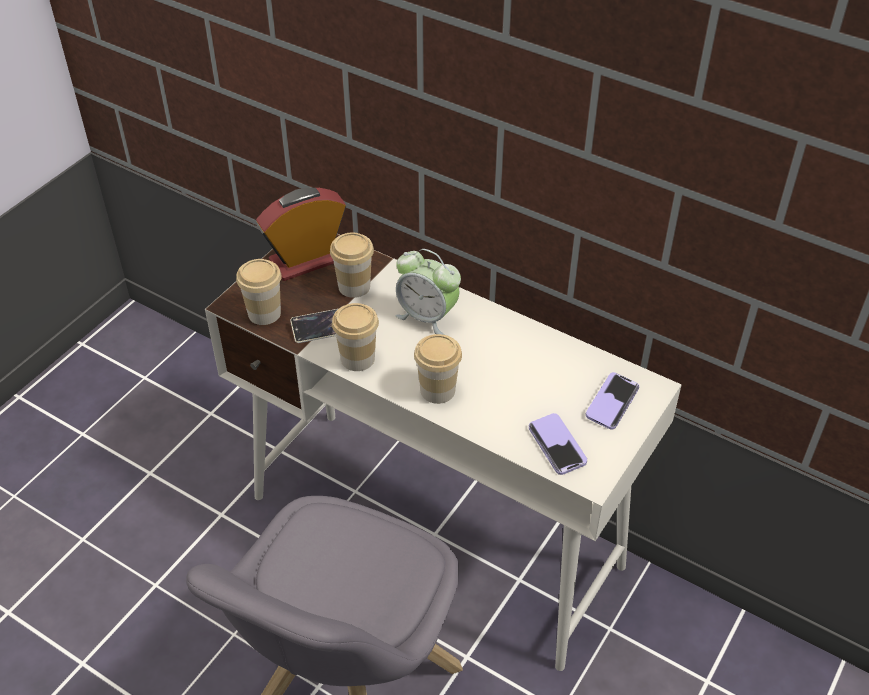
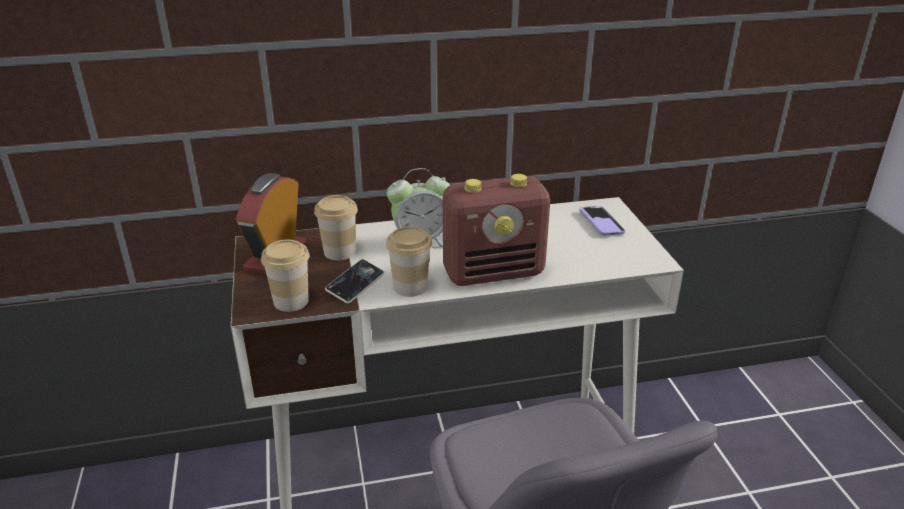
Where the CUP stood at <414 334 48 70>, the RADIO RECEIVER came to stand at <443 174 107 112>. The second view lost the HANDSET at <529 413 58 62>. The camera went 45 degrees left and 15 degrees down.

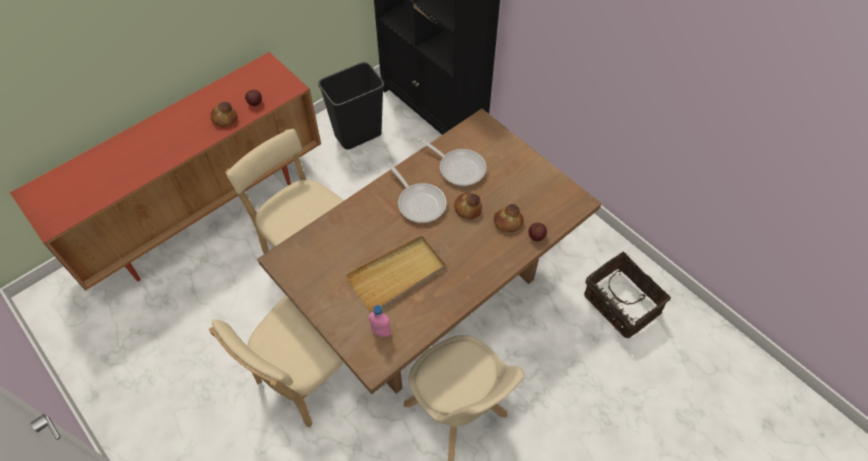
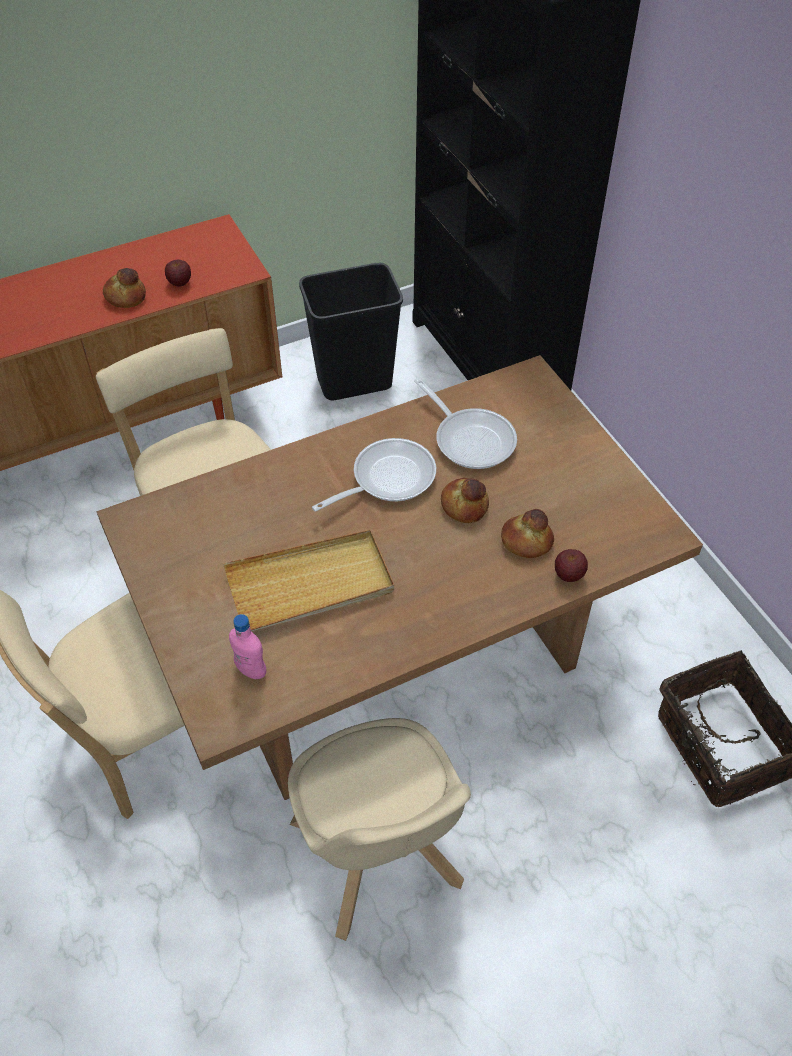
The FRYING PAN at <388 163 59 60> ended up facing another way, 105 degrees counterclockwise from before. The camera went 15 degrees right and 5 degrees down.

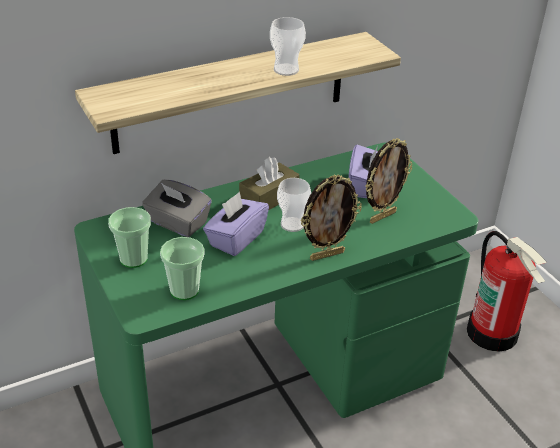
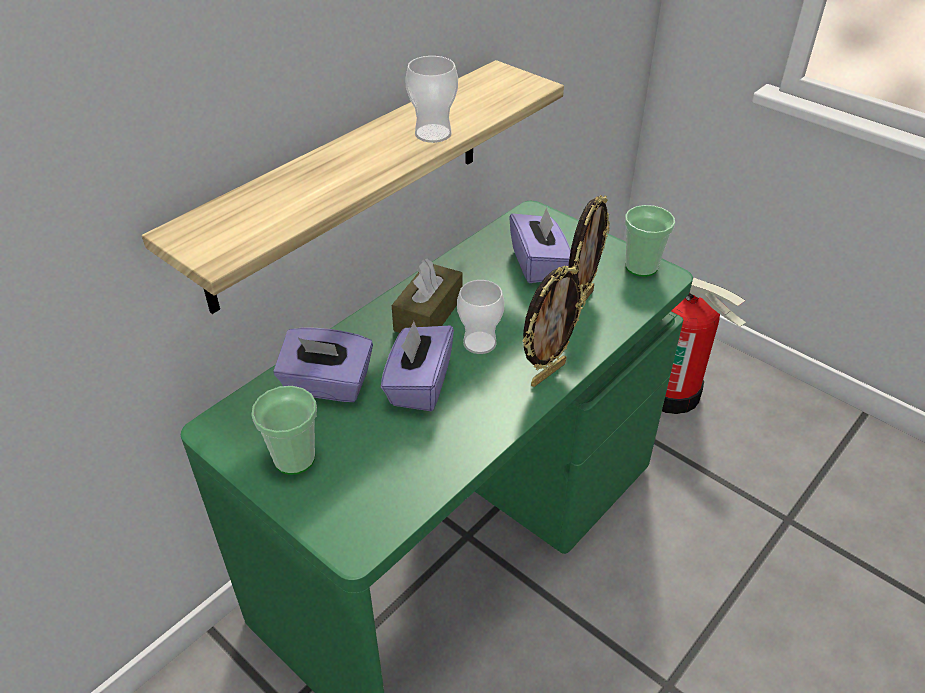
What was the GREYISH TISSUE HOLDER at <142 180 70 57> turned into the PURPLE TISSUE HOLDER at <274 327 99 75>. The CUP ended up elsewhere, having gone from <160 237 45 63> to <625 205 50 72>. The camera went 20 degrees left and 5 degrees up.

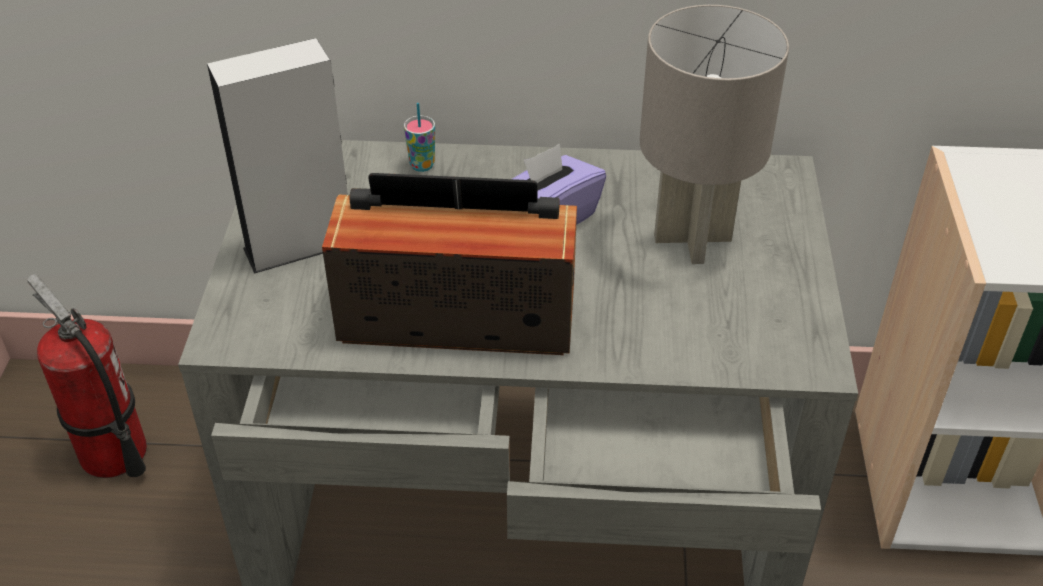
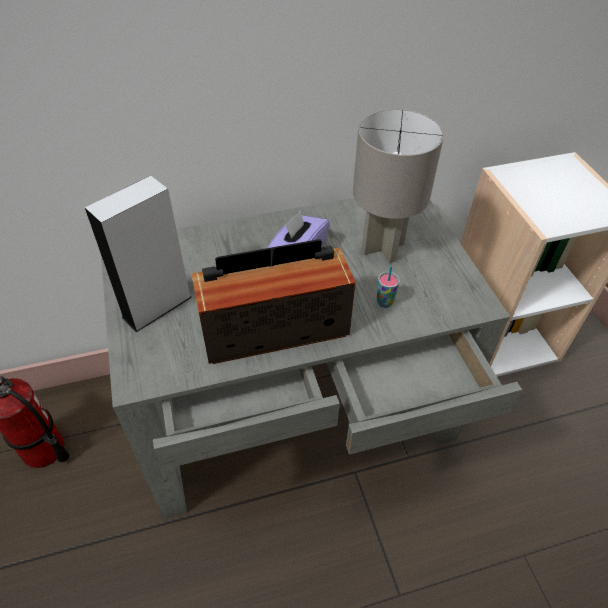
The CUP ended up elsewhere, having gone from <404 103 31 69> to <377 266 23 42>. The camera went 20 degrees left and 5 degrees up.

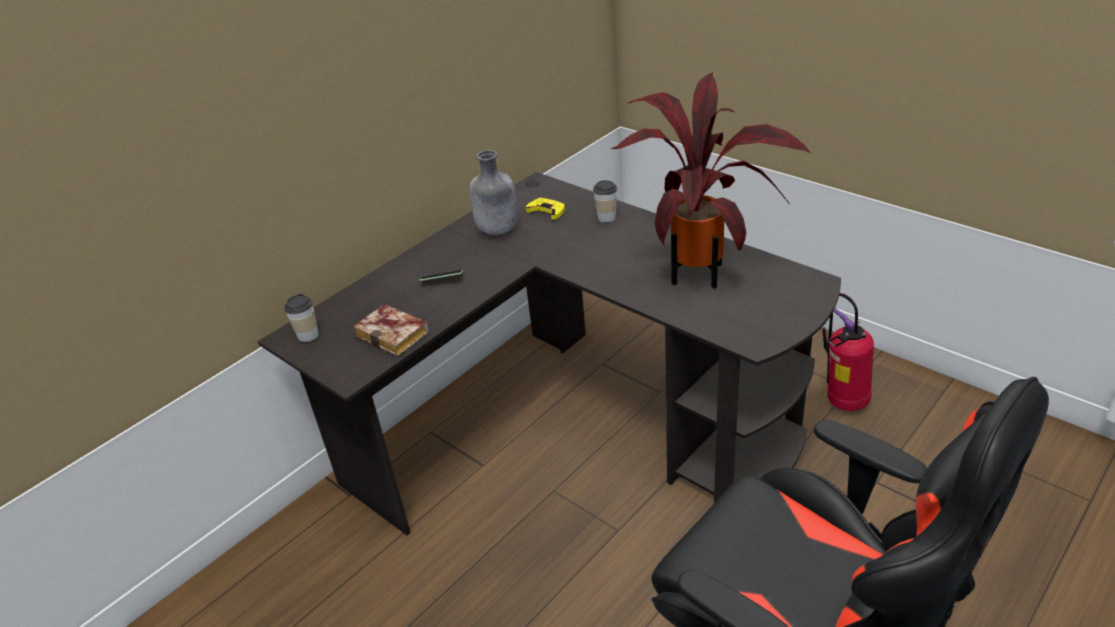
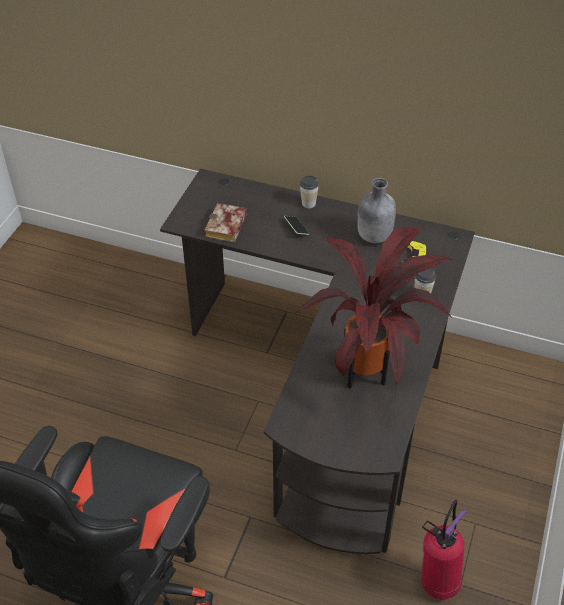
The CUP ended up elsewhere, having gone from <284 294 34 48> to <300 176 19 32>. The camera went 65 degrees right and 10 degrees up.

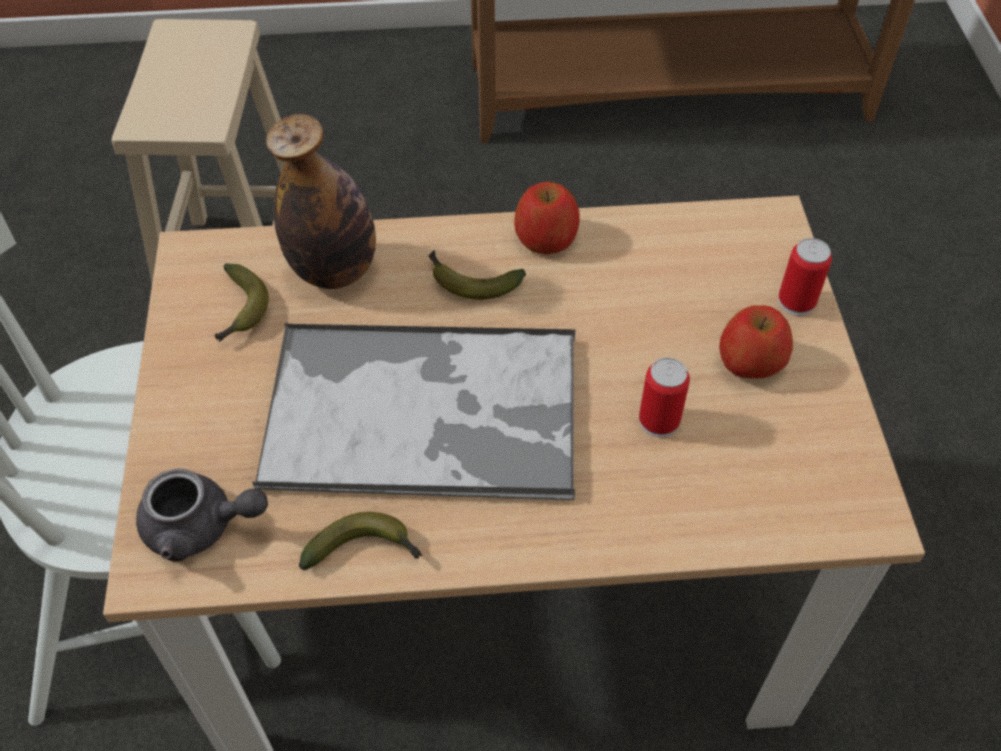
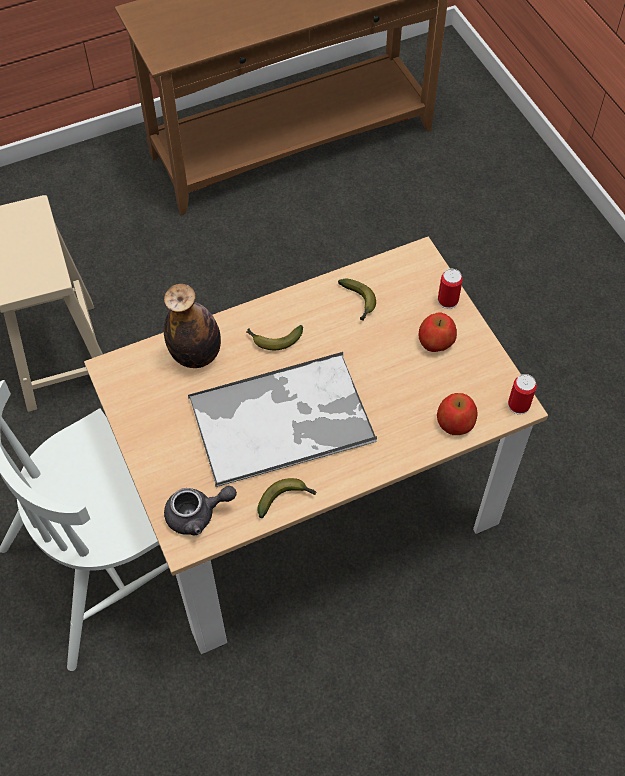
The BANANA FRUIT ended up elsewhere, having gone from <215 263 54 79> to <338 279 38 41>. The APPLE ended up elsewhere, having gone from <514 182 66 72> to <437 393 41 42>. The SEALED CAN ended up elsewhere, having gone from <639 357 51 80> to <508 374 29 41>. The camera went 20 degrees left and 5 degrees up.

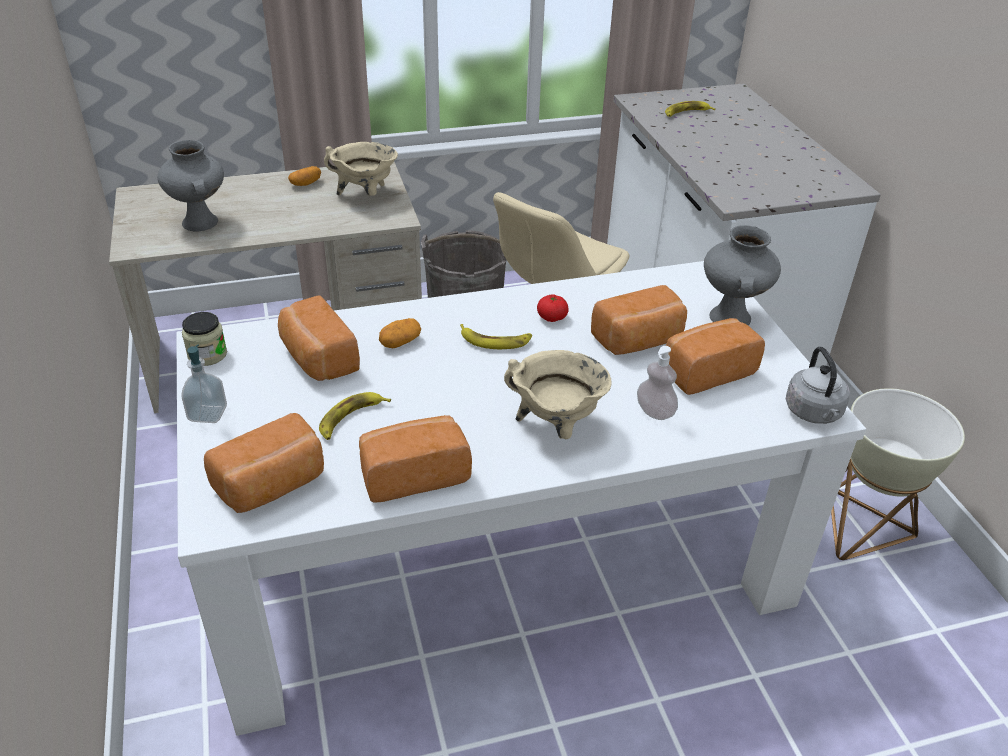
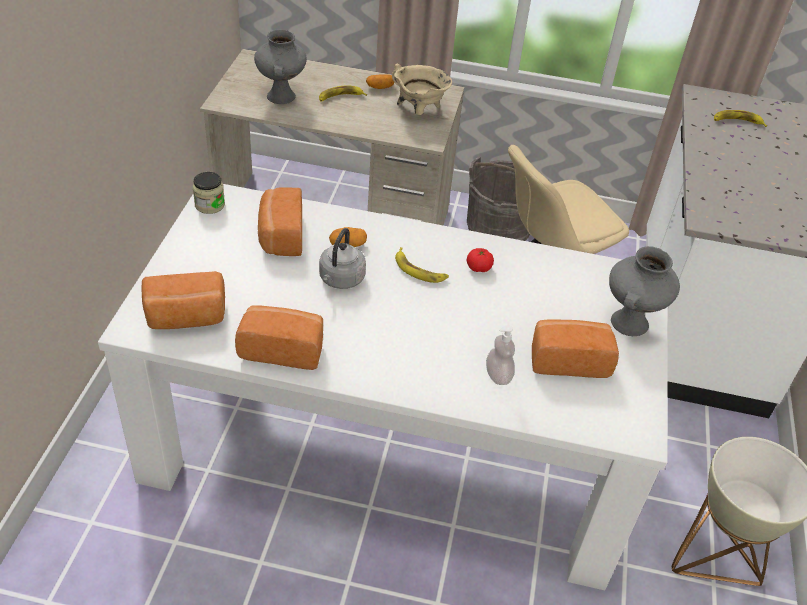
The second view lost the SOAP DISPENSER at <181 345 46 78>. The BANANA FRUIT ended up elsewhere, having gone from <319 392 72 48> to <319 85 48 17>. The second view lost the SAND-COLOURED SAUCEPOT at <504 350 108 89>. The second view lost the BREAD at <591 285 96 70>. The GREYISH WATER KETTLE ended up elsewhere, having gone from <786 347 64 77> to <319 228 47 61>. The camera went 25 degrees right and 5 degrees up.

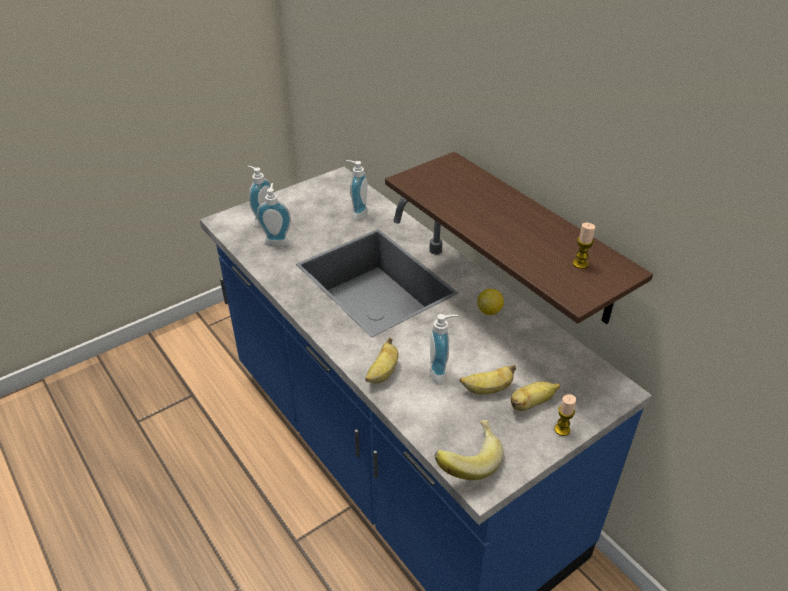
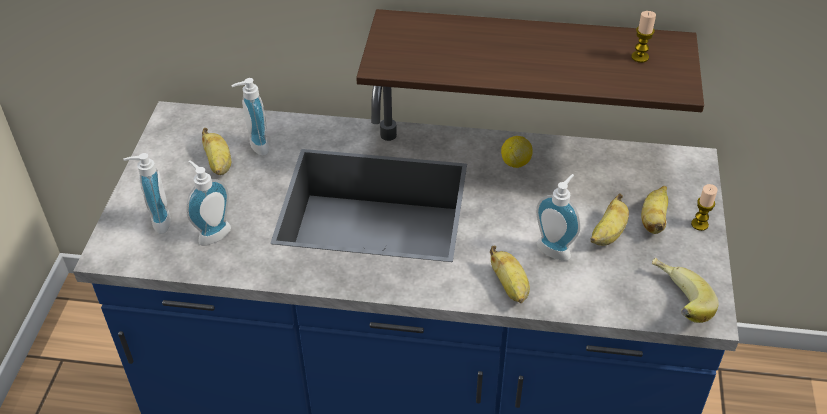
The second view gained the BANANA FRUIT at <202 128 29 47>. The camera went 45 degrees left and 5 degrees up.

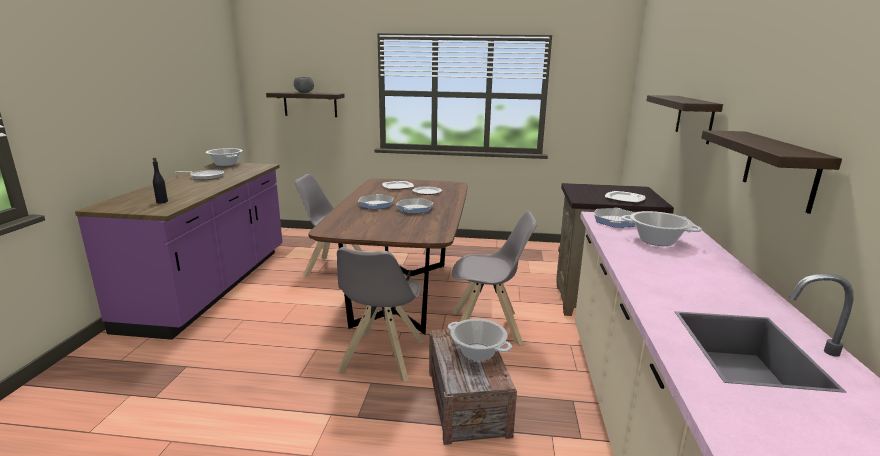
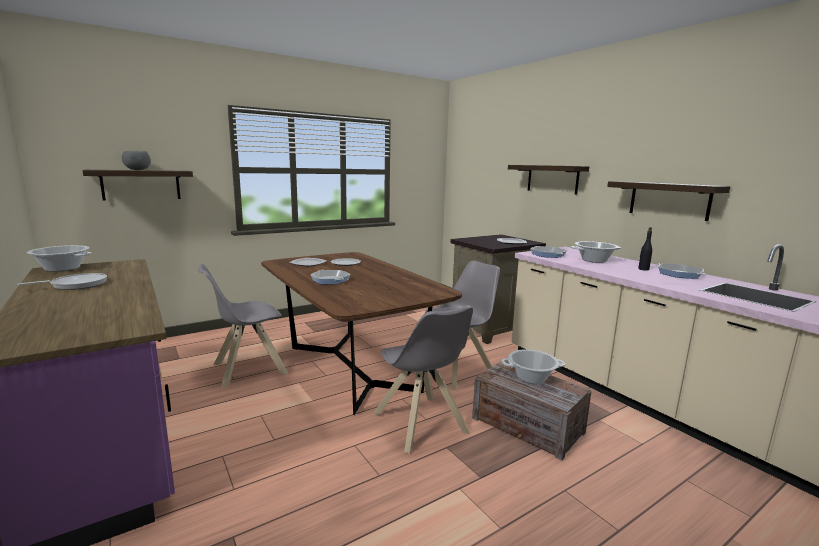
The BLACK-COLOURED BEVERAGE BOTTLE ended up elsewhere, having gone from <153 158 15 45> to <638 227 14 44>. The FRYING PAN ended up elsewhere, having gone from <396 198 38 16> to <658 263 47 16>. The camera went 40 degrees left and 5 degrees down.

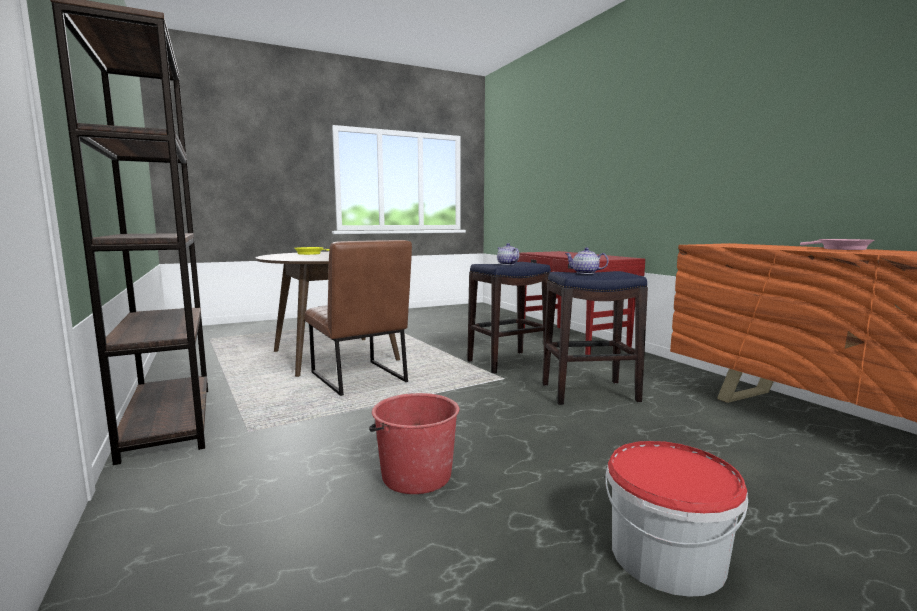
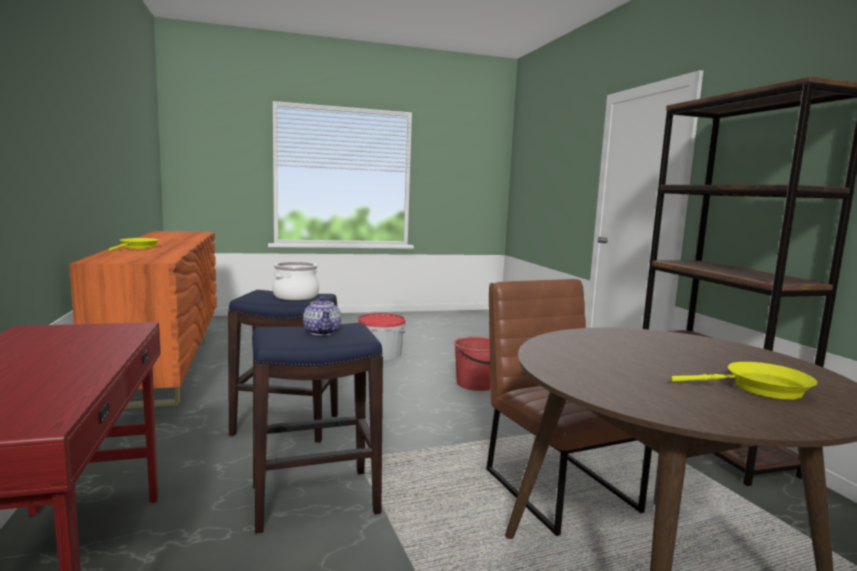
Where the POT FOR TEA stood at <565 248 44 26>, the SAUCEPOT came to stand at <272 262 47 38>. What was the PINKISH FRYING PAN at <800 239 74 11> turned into the YELLOW-COLOURED FRYING PAN at <109 238 50 13>. The camera went 170 degrees left and 0 degrees up.

